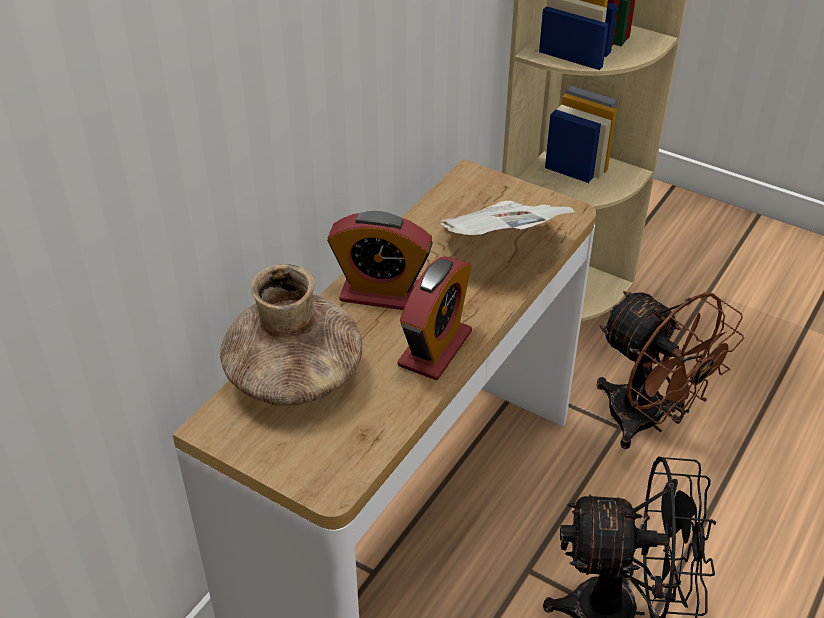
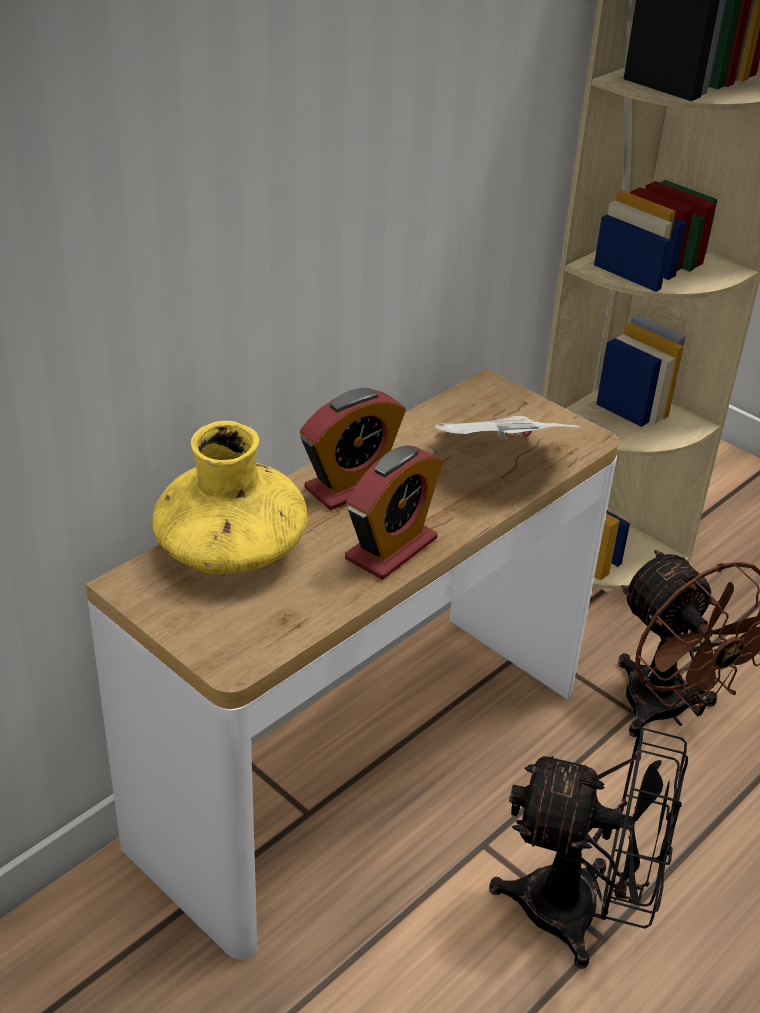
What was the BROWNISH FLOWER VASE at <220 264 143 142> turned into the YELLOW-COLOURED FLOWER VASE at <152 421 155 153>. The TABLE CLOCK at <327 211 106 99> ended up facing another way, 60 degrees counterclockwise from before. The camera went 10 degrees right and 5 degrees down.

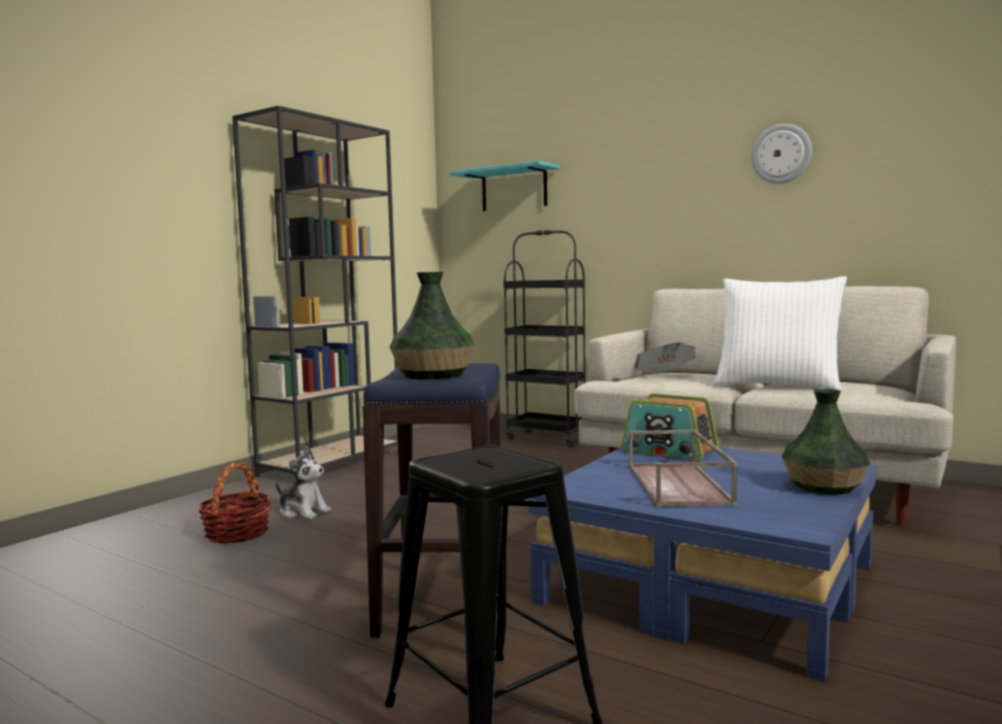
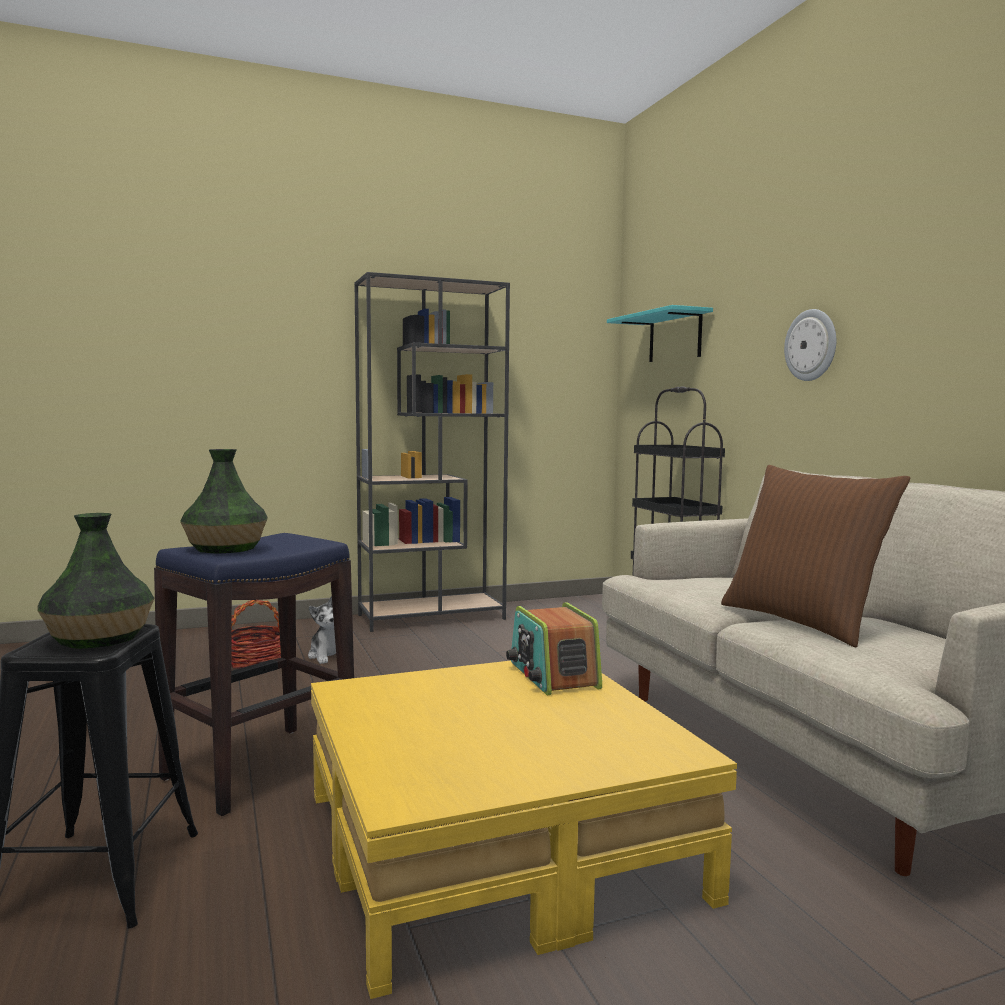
What was the BLUE LOUNGE TABLE at <529 447 347 235> turned into the YELLOW-COLOURED LOUNGE TABLE at <311 661 426 338>. The second view lost the BROWNISH SERVING TRAY at <629 429 108 78>. The second view lost the PRINTED PAPER at <634 342 62 30>. What was the WHITE CUSHION at <714 276 133 115> turned into the BROWNISH CUSHION at <721 465 189 182>. The CLOCK ON THE WALL ended up elsewhere, having gone from <751 124 61 60> to <784 309 52 72>. The FLOWER VASE ended up elsewhere, having gone from <782 389 88 106> to <37 513 118 136>. The camera went 35 degrees right and 0 degrees up.

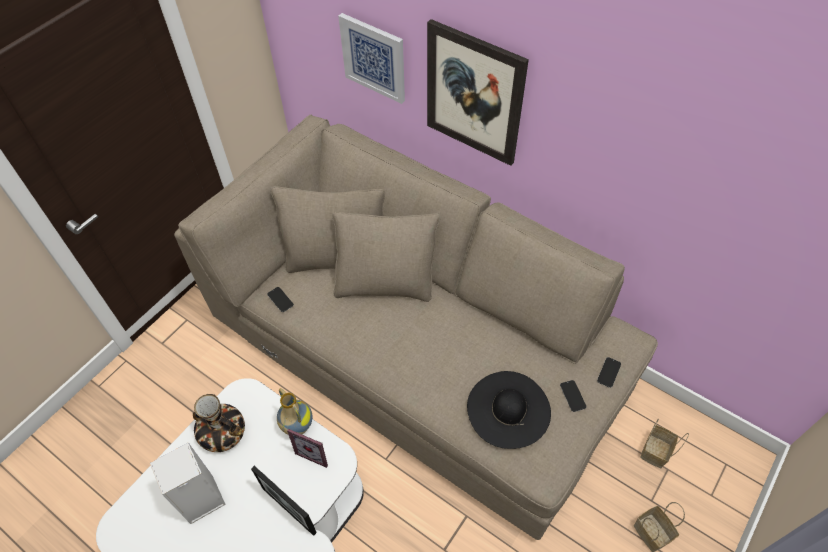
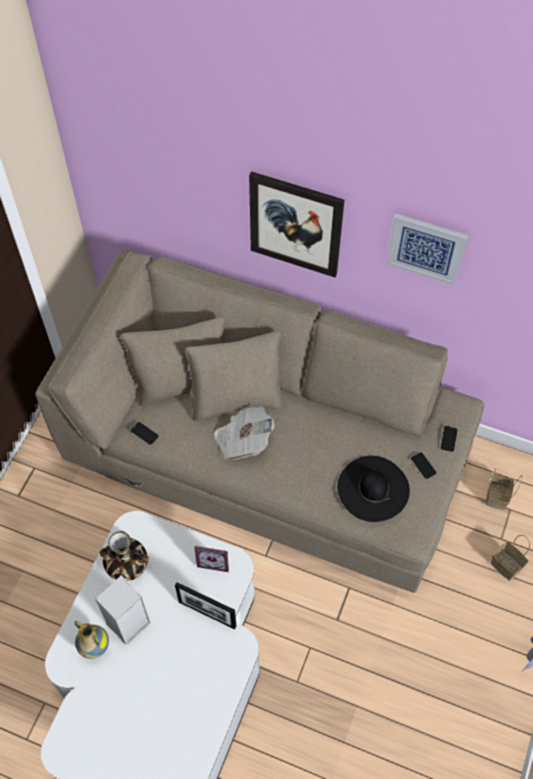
The FLOWER VASE ended up elsewhere, having gone from <277 388 35 46> to <74 621 35 38>. The WALL PICTURE ended up elsewhere, having gone from <338 13 67 91> to <386 213 82 72>. The second view gained the PRINTED PAPER at <214 407 61 53>. The camera went 15 degrees left and 5 degrees up.

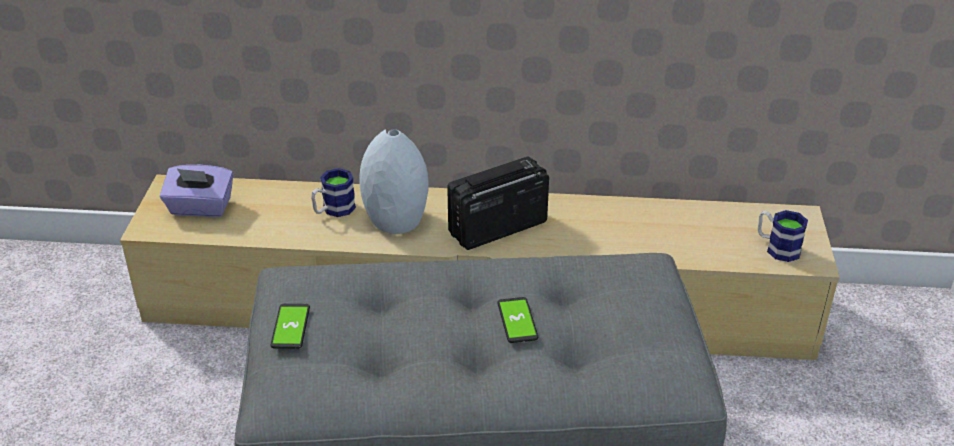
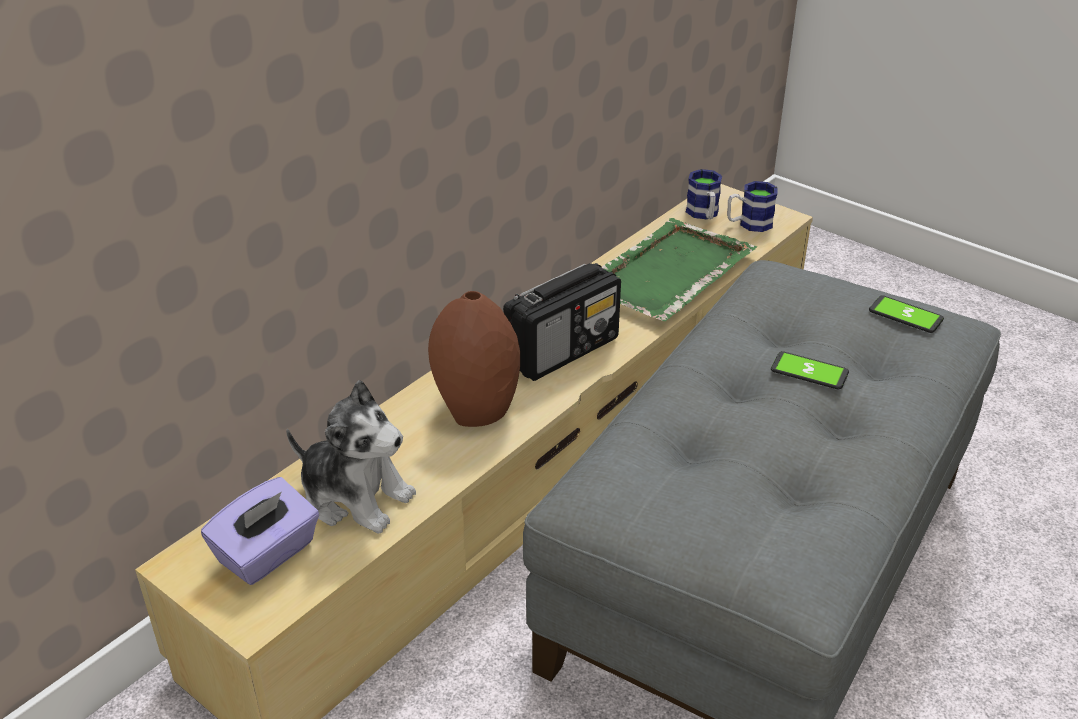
The HANDSET ended up elsewhere, having gone from <271 304 39 45> to <869 295 75 38>. The COFFEE MUG ended up elsewhere, having gone from <311 168 45 49> to <686 169 36 50>. What was the GREYISH FLOWER VASE at <359 129 70 105> turned into the BROWNISH FLOWER VASE at <428 291 92 136>. The RADIO RECEIVER at <447 156 102 94> ended up facing another way, 135 degrees counterclockwise from before. The second view gained the SOFT TOY at <286 380 130 154>. The second view gained the GREENISH SERVING TRAY at <602 218 155 103>. The camera went 55 degrees left and 0 degrees up.

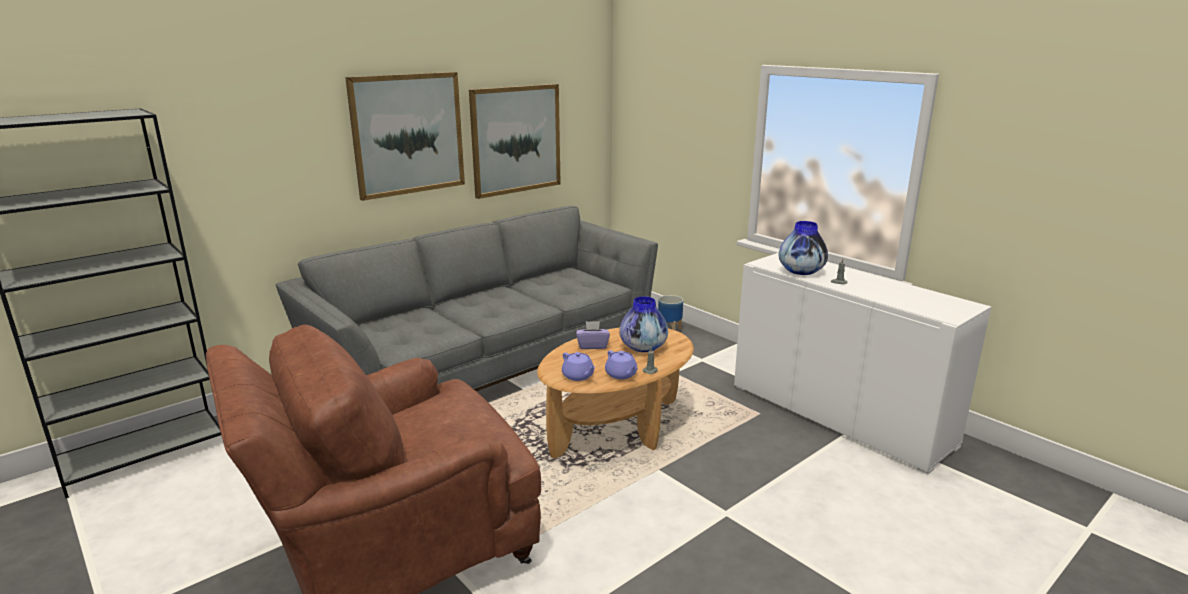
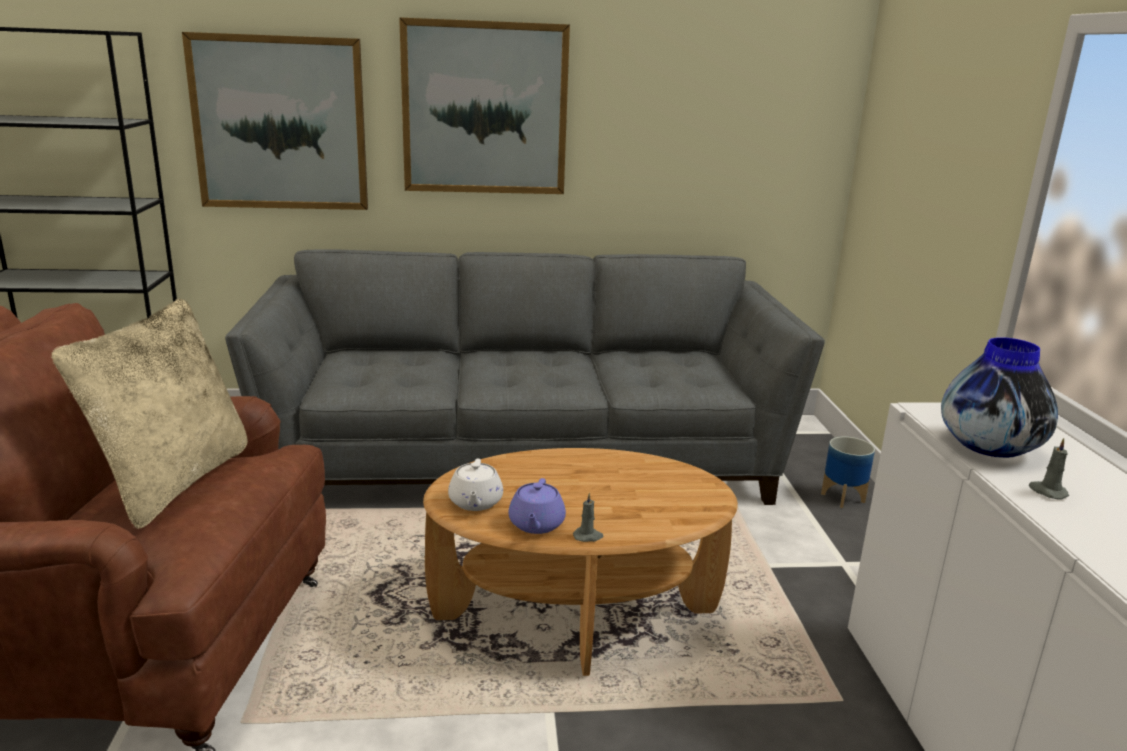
The WALL PICTURE ended up elsewhere, having gone from <469 84 92 115> to <182 32 186 178>. What was the PURPLE POT FOR TEA at <562 352 33 29> turned into the WHITE POT FOR TEA at <448 459 55 52>. The second view lost the PURPLE TISSUE HOLDER at <576 321 34 28>. The second view lost the FLOWER VASE at <619 296 49 56>. The second view gained the SAND-COLOURED CUSHION at <51 298 197 231>. The camera went 35 degrees right and 0 degrees up.

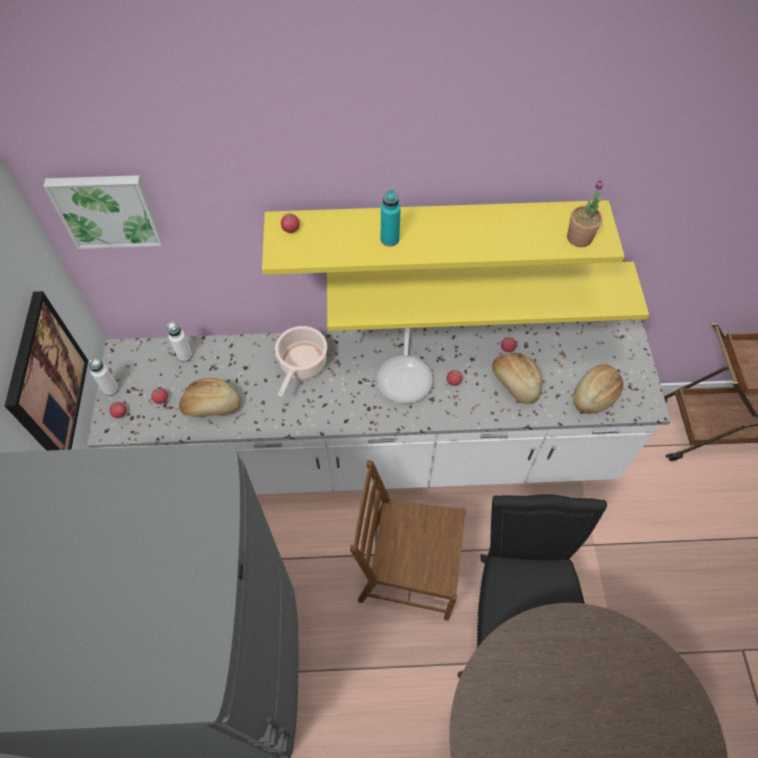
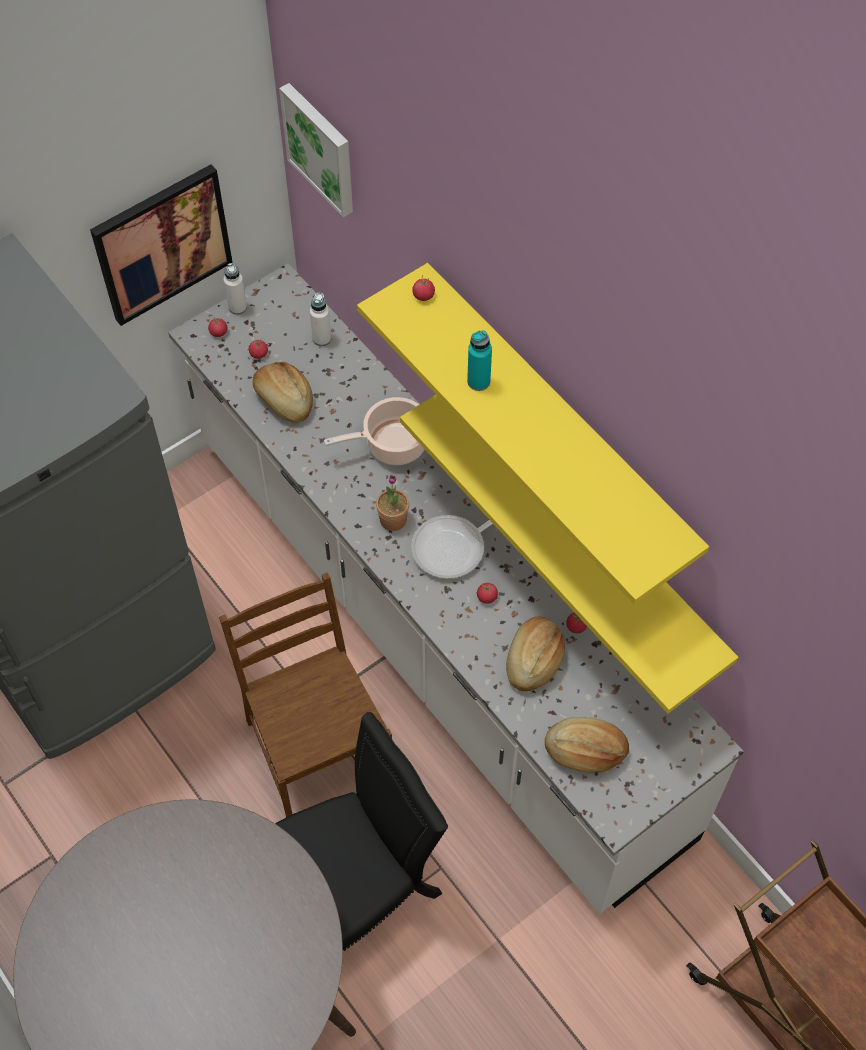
The PLANT IN A POT ended up elsewhere, having gone from <567 180 36 67> to <376 475 33 56>. The camera went 55 degrees right and 0 degrees up.

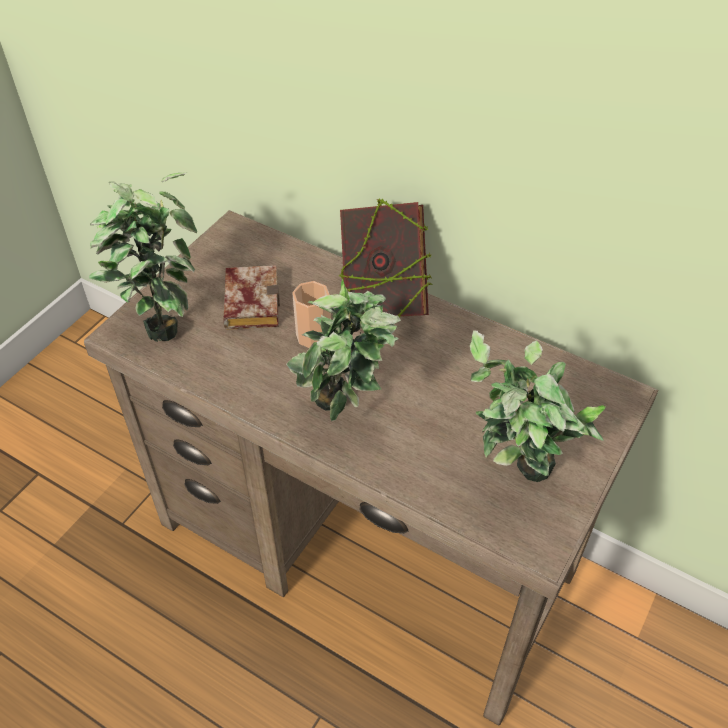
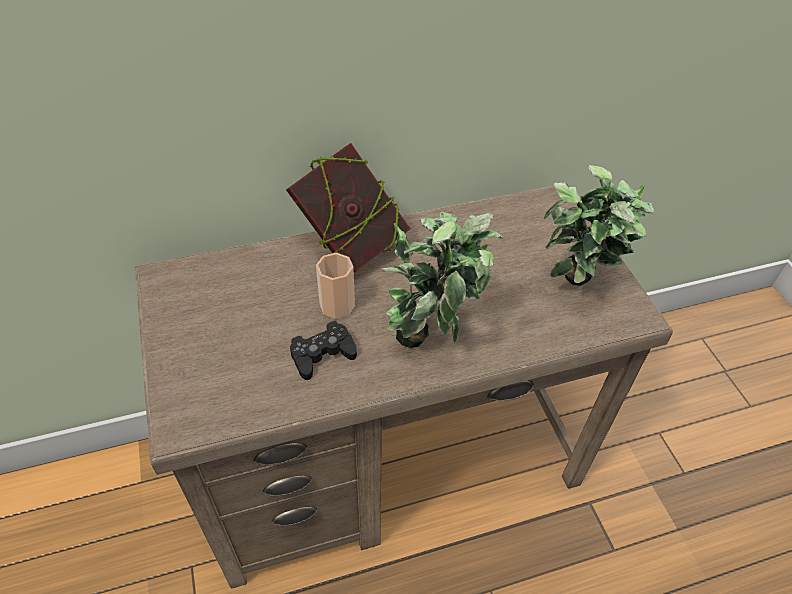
The second view lost the PLANT IN A POT at <89 172 108 170>. The second view lost the VOLUME at <223 265 57 65>. The second view gained the BLACK-COLOURED JOYPAD at <290 321 67 59>. The camera went 50 degrees left and 0 degrees up.

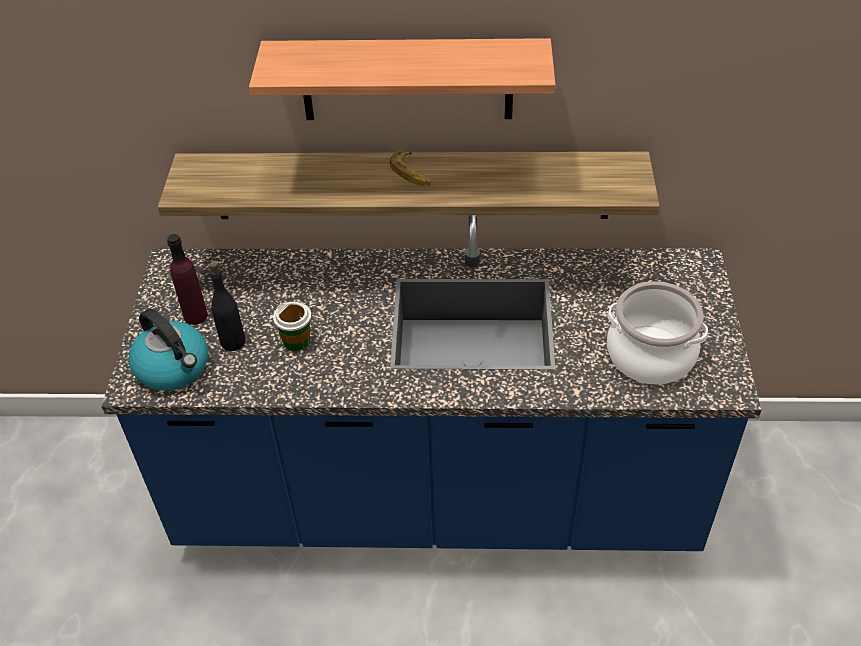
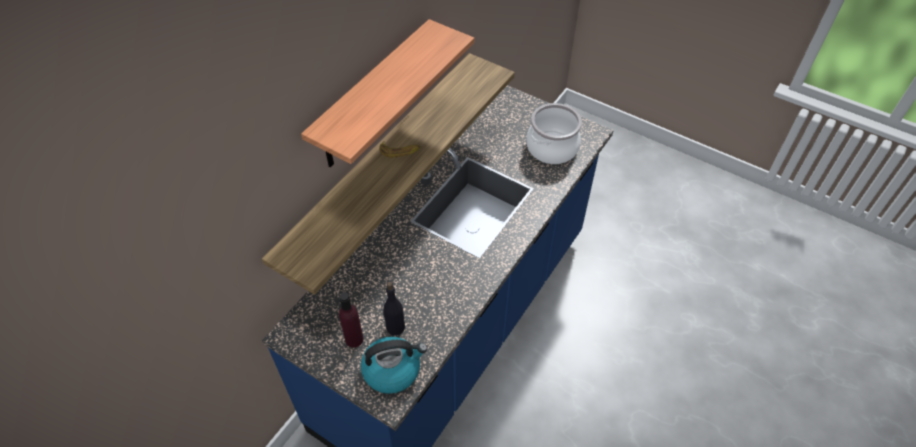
The second view lost the CUP at <273 302 38 49>. The camera went 60 degrees left and 5 degrees up.

